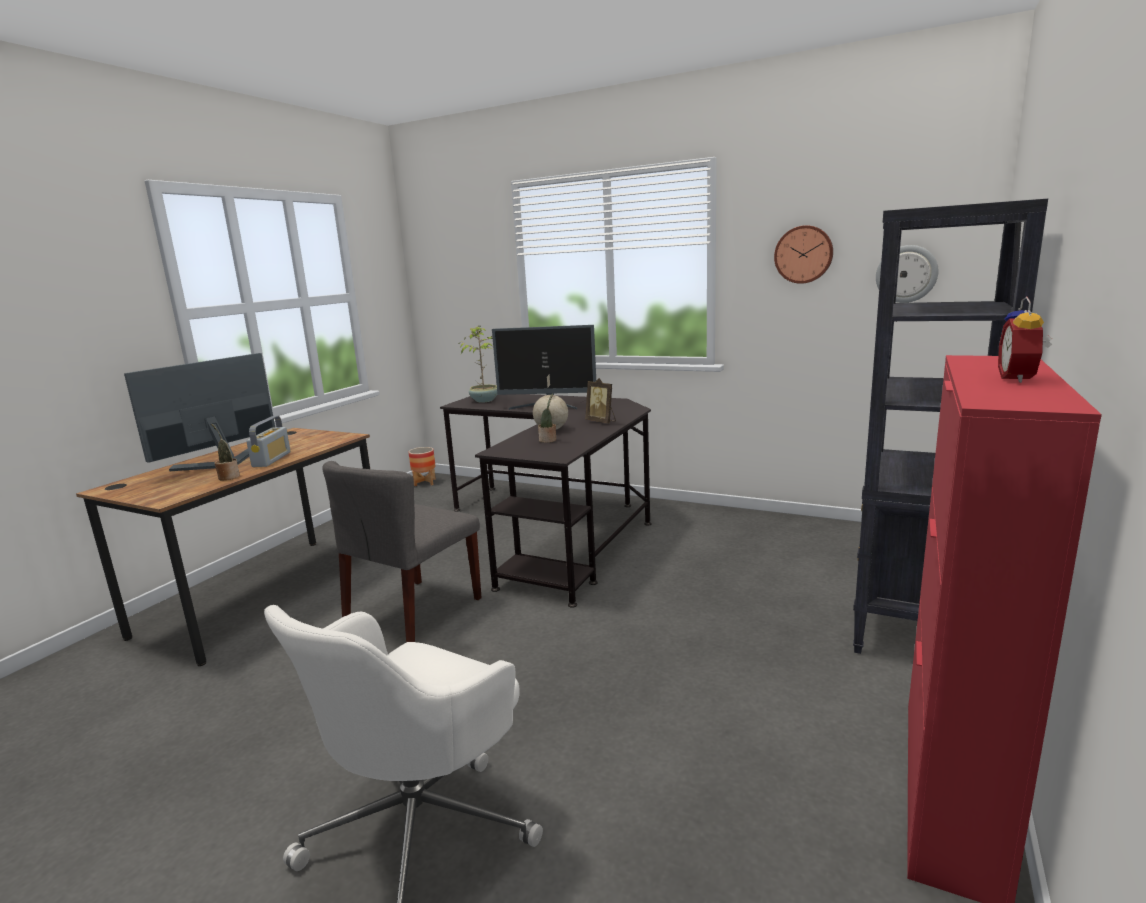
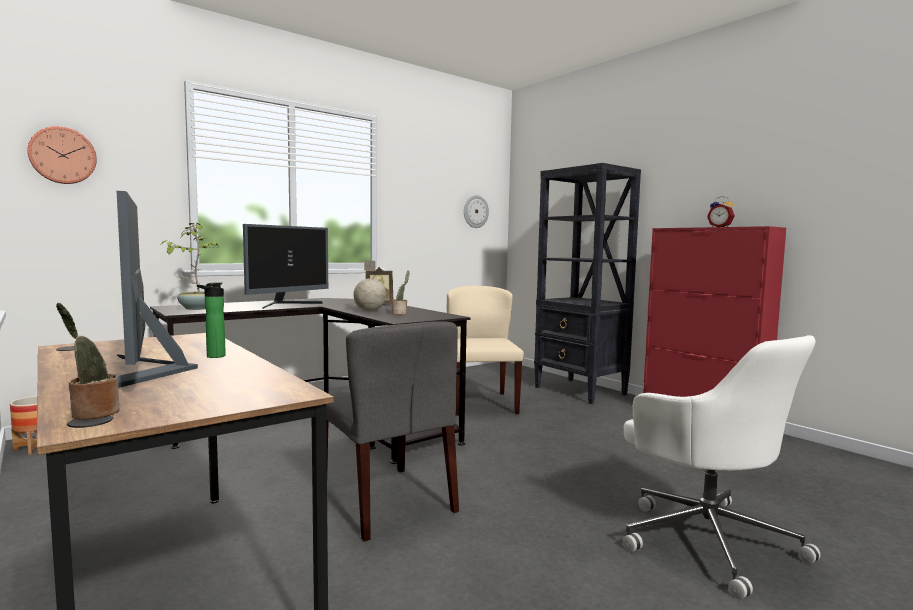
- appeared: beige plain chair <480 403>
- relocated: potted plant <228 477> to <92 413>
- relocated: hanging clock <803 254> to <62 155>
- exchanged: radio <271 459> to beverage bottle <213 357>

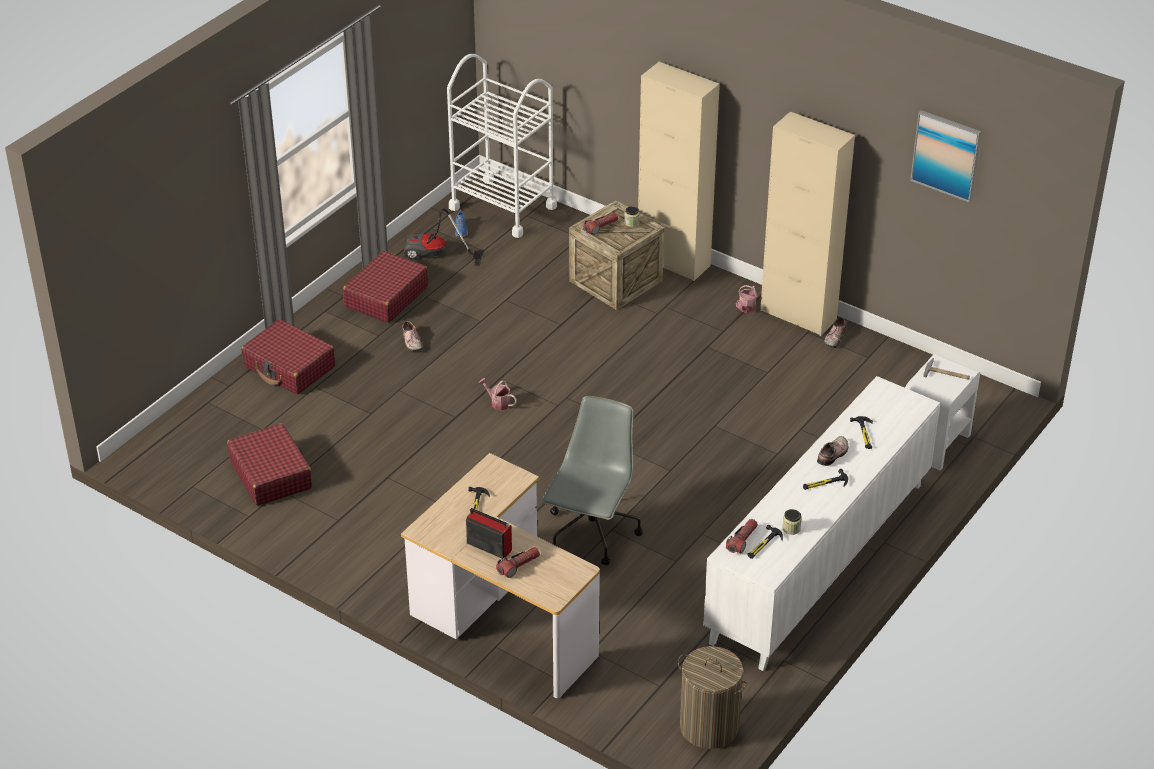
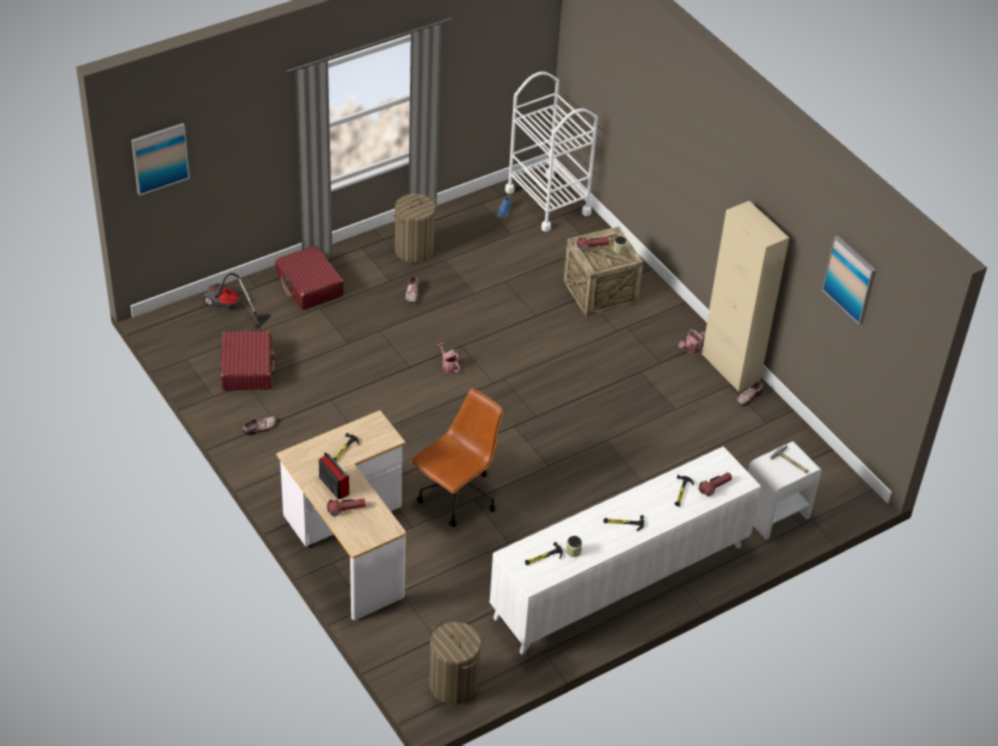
- missing: beige cabinet <673 261>
- appeared: picture <160 158>
- relocated: vacuum cleaner <436 256> to <229 308>
- relocated: flashlight <742 540> to <715 487>
- relocated: low shoe <833 454> to <260 428>
- exchanged: red suitcase <386 297> to laundry basket <414 250>
- colour: gray office chair <592 534> to brown office chair <457 497>

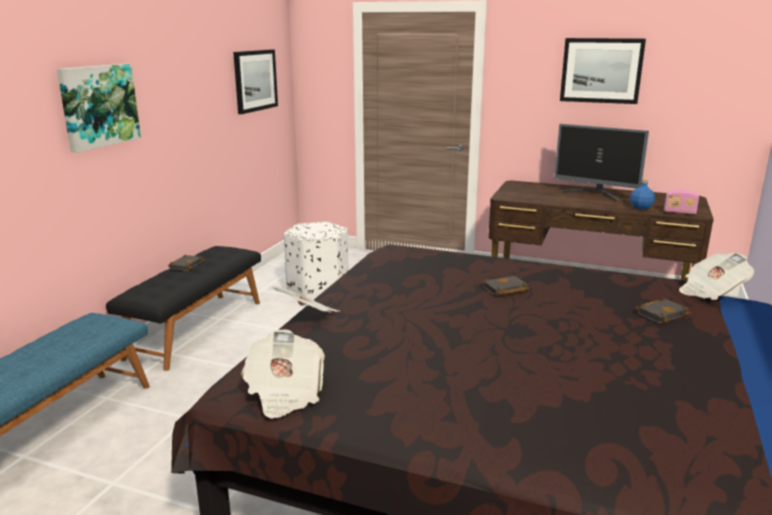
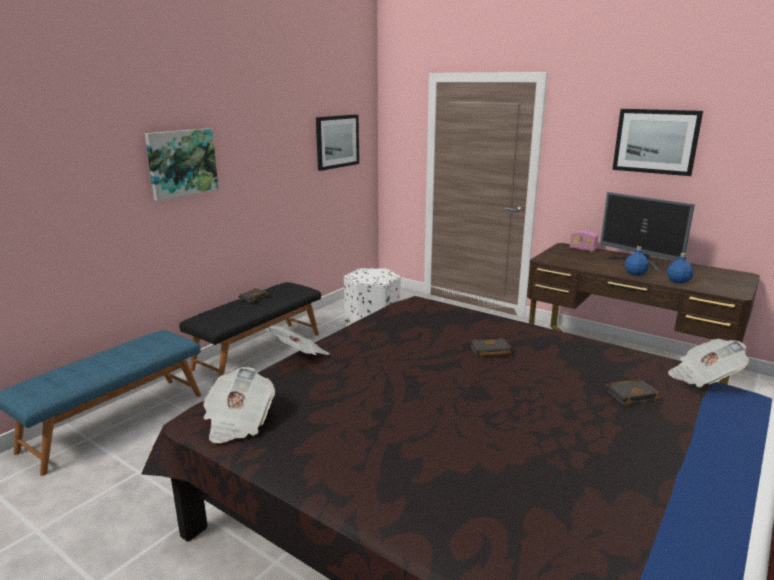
- appeared: bluish beverage bottle <635 273>
- relocated: radio <679 212> to <582 249>

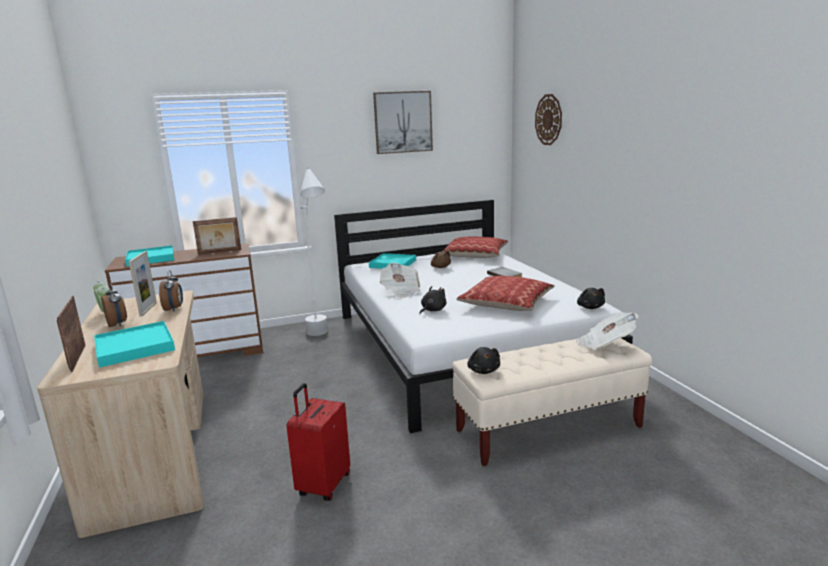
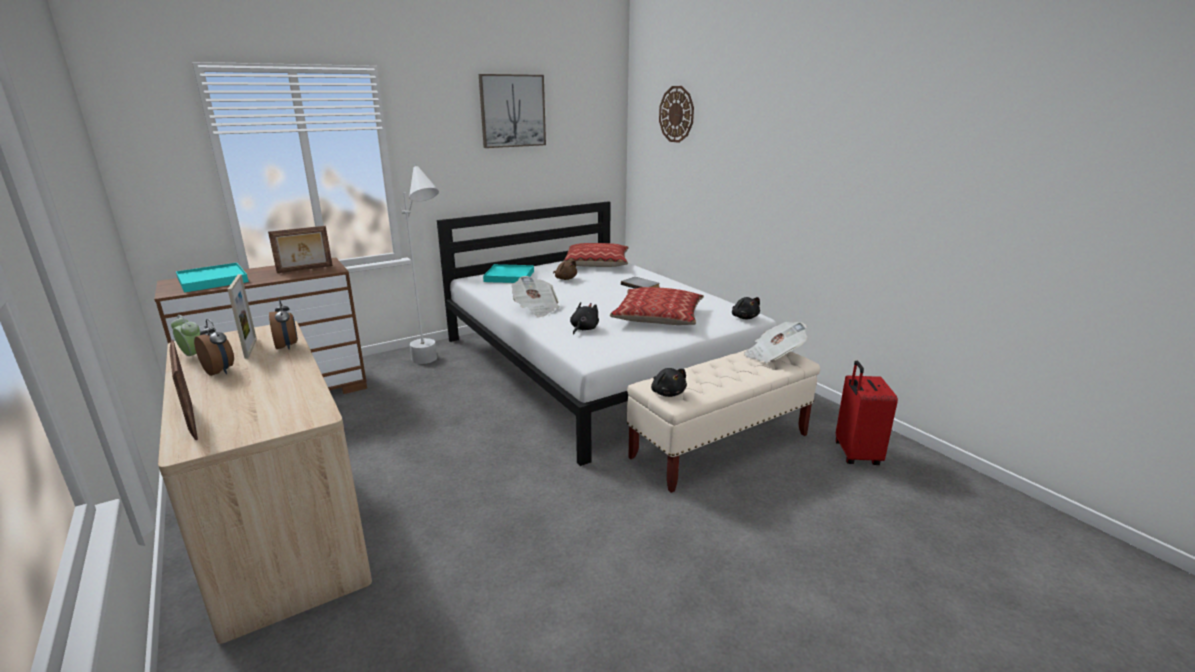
- missing: blue-green carrying tray <134 347>
- relocated: red suitcase <323 485> to <855 454>

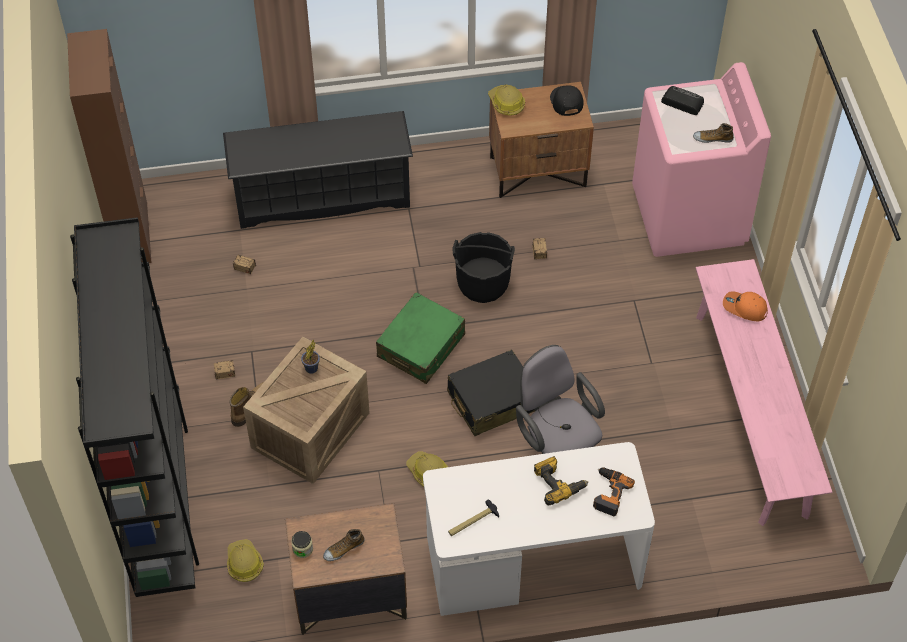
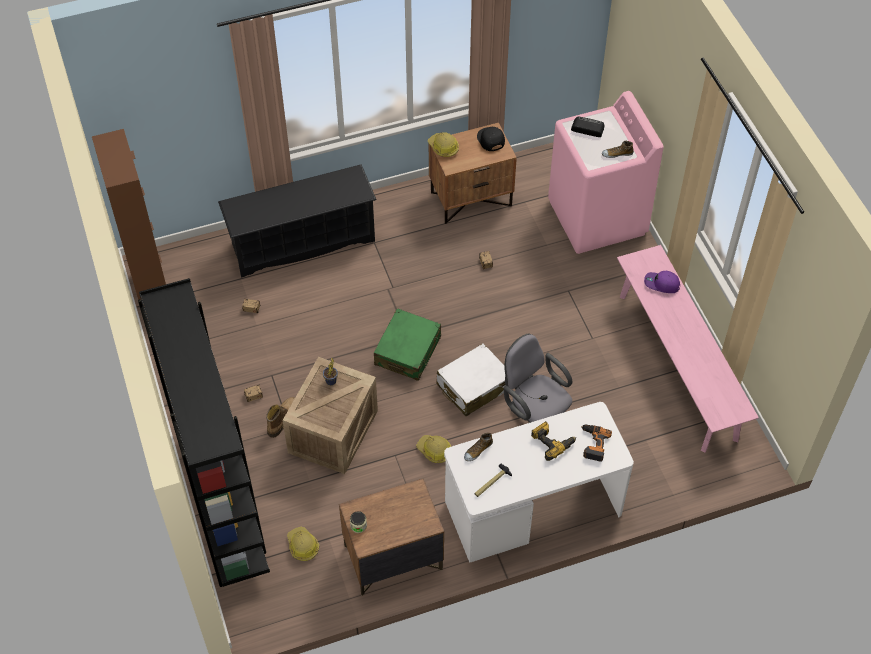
- missing: blackish water bucket <483 283>
- relocated: low shoe <343 548> to <478 450>
- colour: blackish suitcase <492 401> to white suitcase <473 386>
- colour: orangey cap <744 308> to purple-coloured cap <661 284>

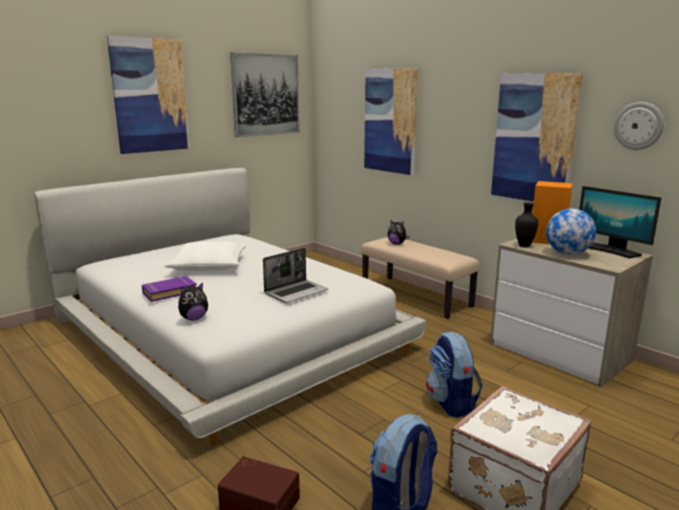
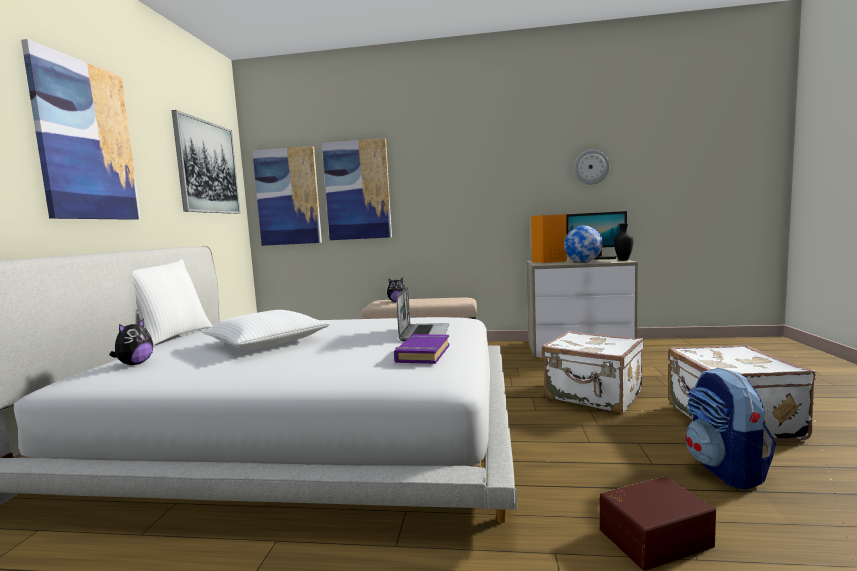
- appeared: white pillow <172 336>
- relocated: purple-coloured volume <169 292> to <423 354>
- relocated: plush toy <194 318> to <135 364>
- relocated: picture <534 138> to <288 197>
- relocated: blackish decorative vase <525 245> to <623 260>
- exchanged: knapsack <451 403> to white suitcase <593 396>

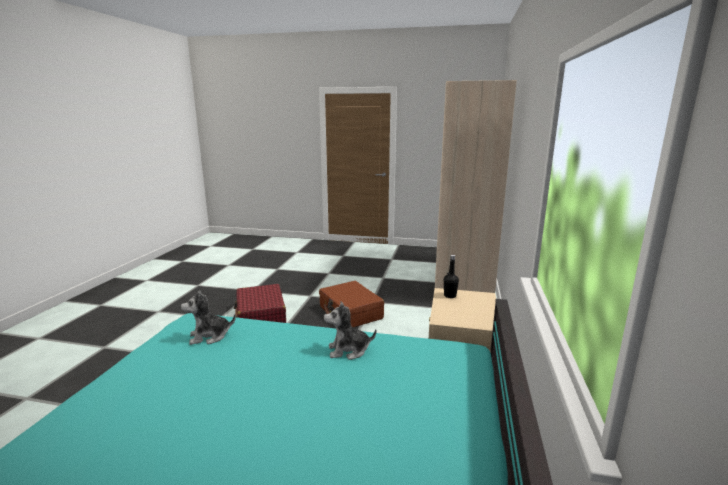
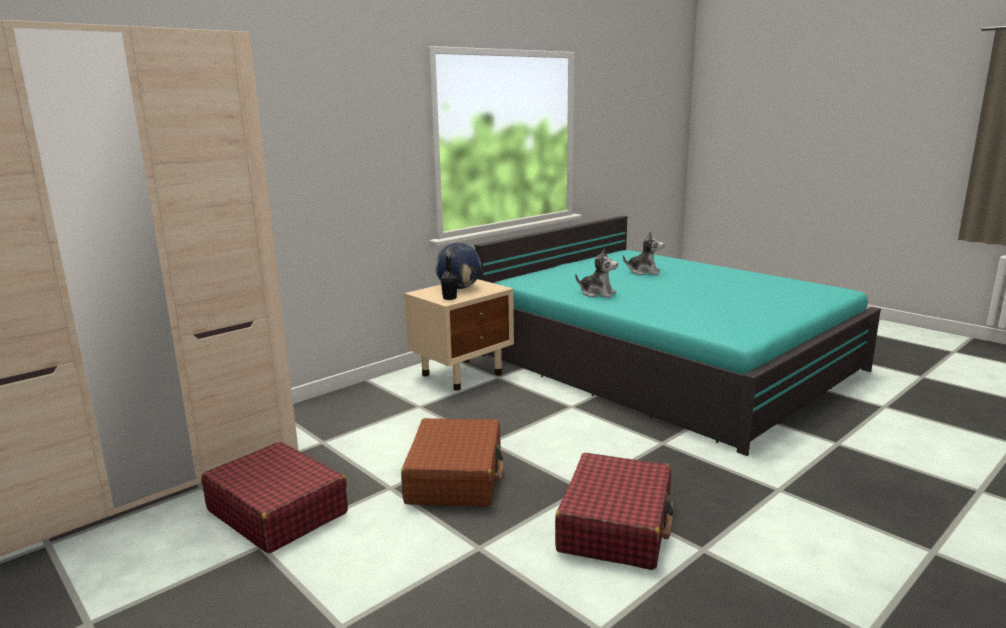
- appeared: red suitcase <277 511>
- appeared: globe <459 288>
- relocated: plush toy <209 336> to <644 272>

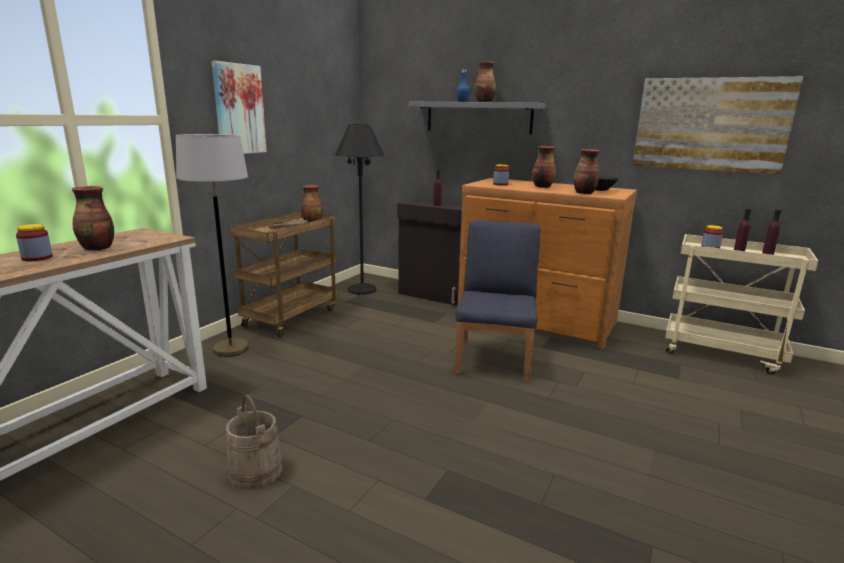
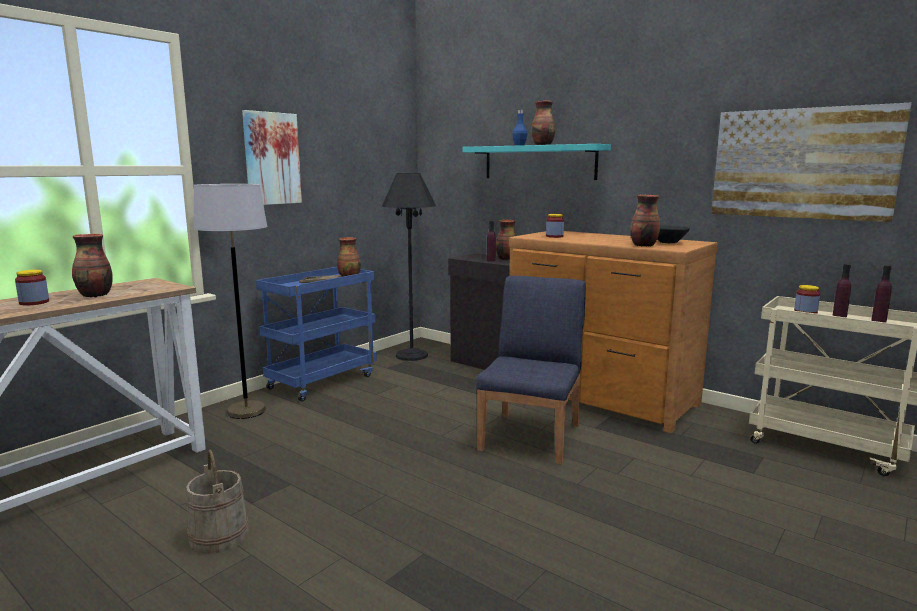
- relocated: decorative vase <542 187> to <505 259>
- colour: brown wheeled cart <291 317> to bluish wheeled cart <322 381>
- colour: gray bracket shelf <478 117> to blue-green bracket shelf <539 162>

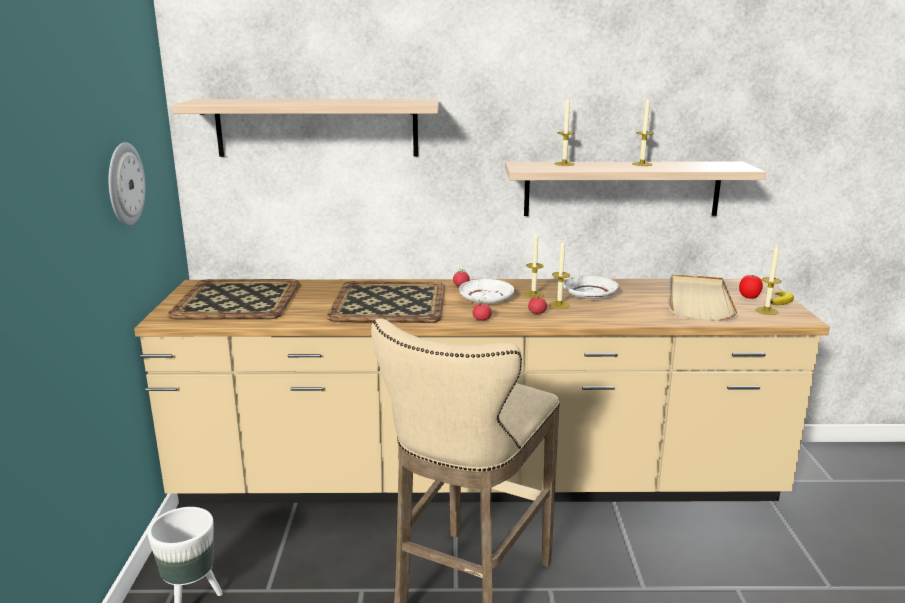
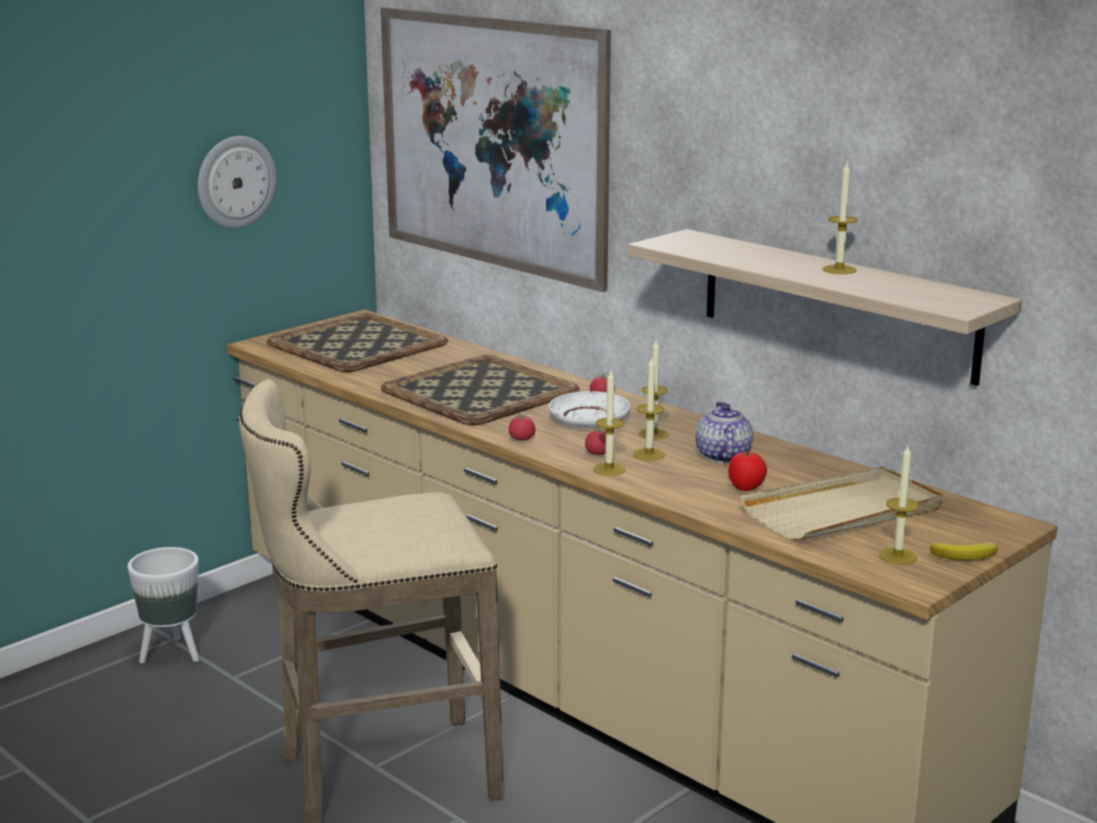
- relocated: candle <564 164> to <609 469>
- relocated: whole tomato <749 297> to <746 488>
- exchanged: bracket shelf <317 128> to picture <491 143>
- exchanged: white dinner plate <590 294> to pot for tea <722 456>

